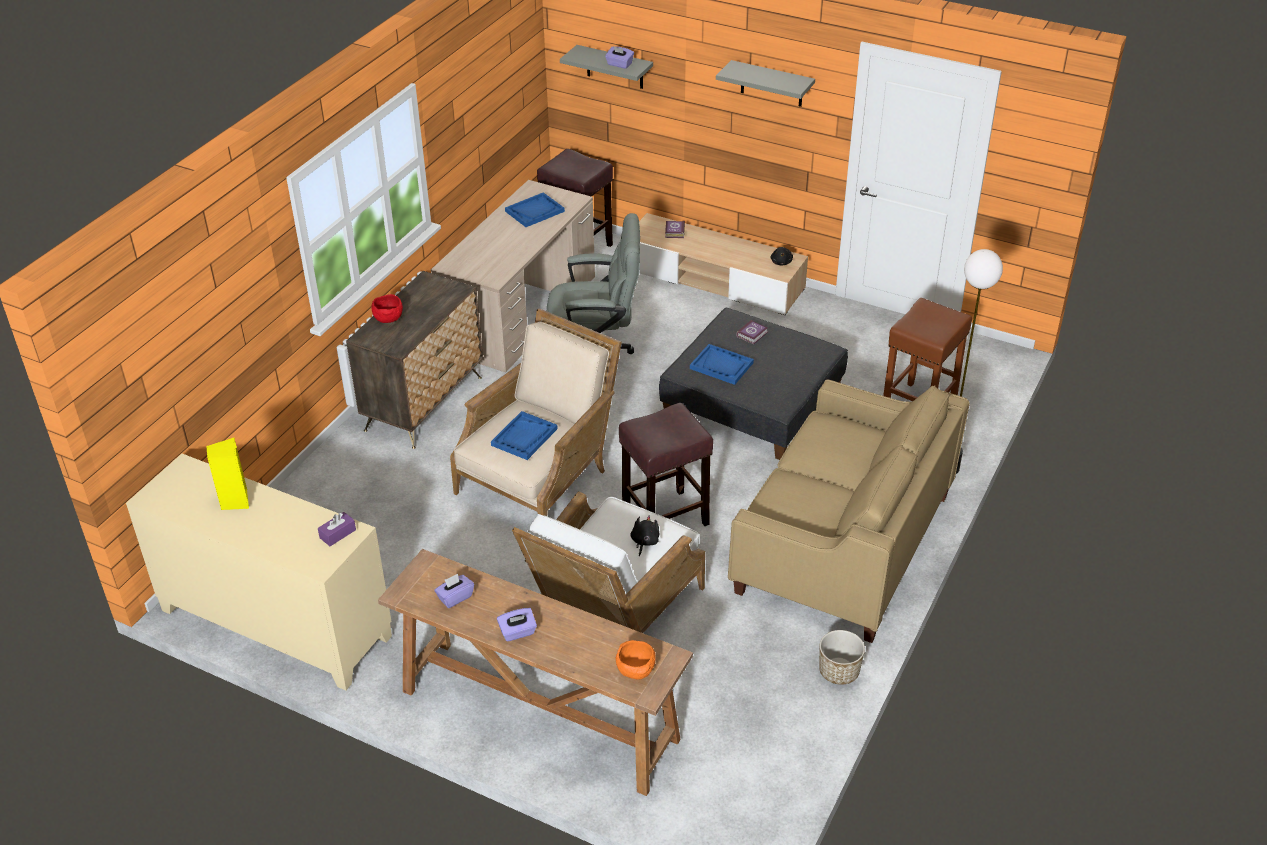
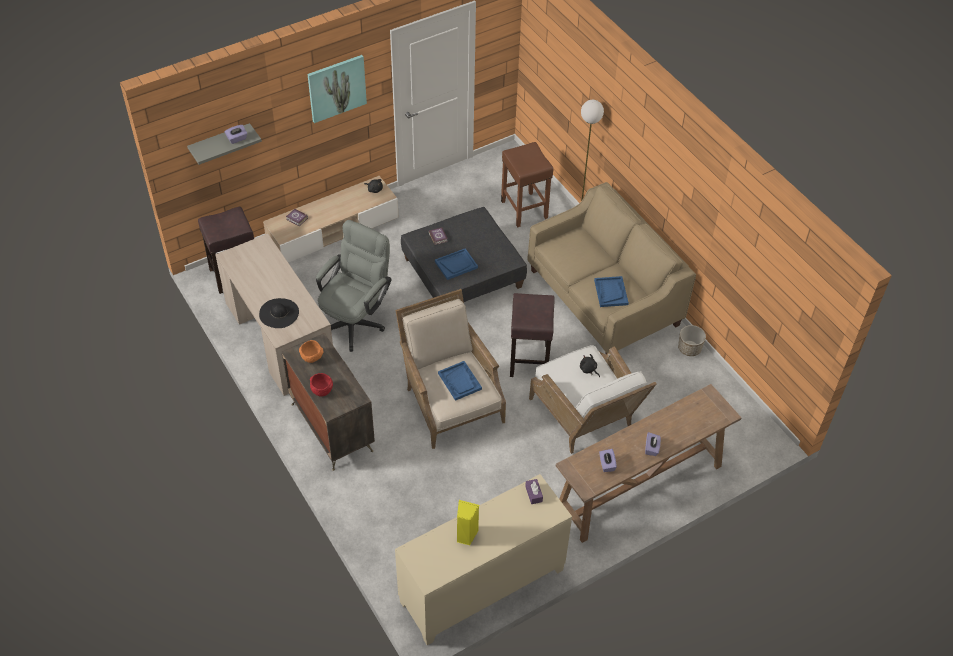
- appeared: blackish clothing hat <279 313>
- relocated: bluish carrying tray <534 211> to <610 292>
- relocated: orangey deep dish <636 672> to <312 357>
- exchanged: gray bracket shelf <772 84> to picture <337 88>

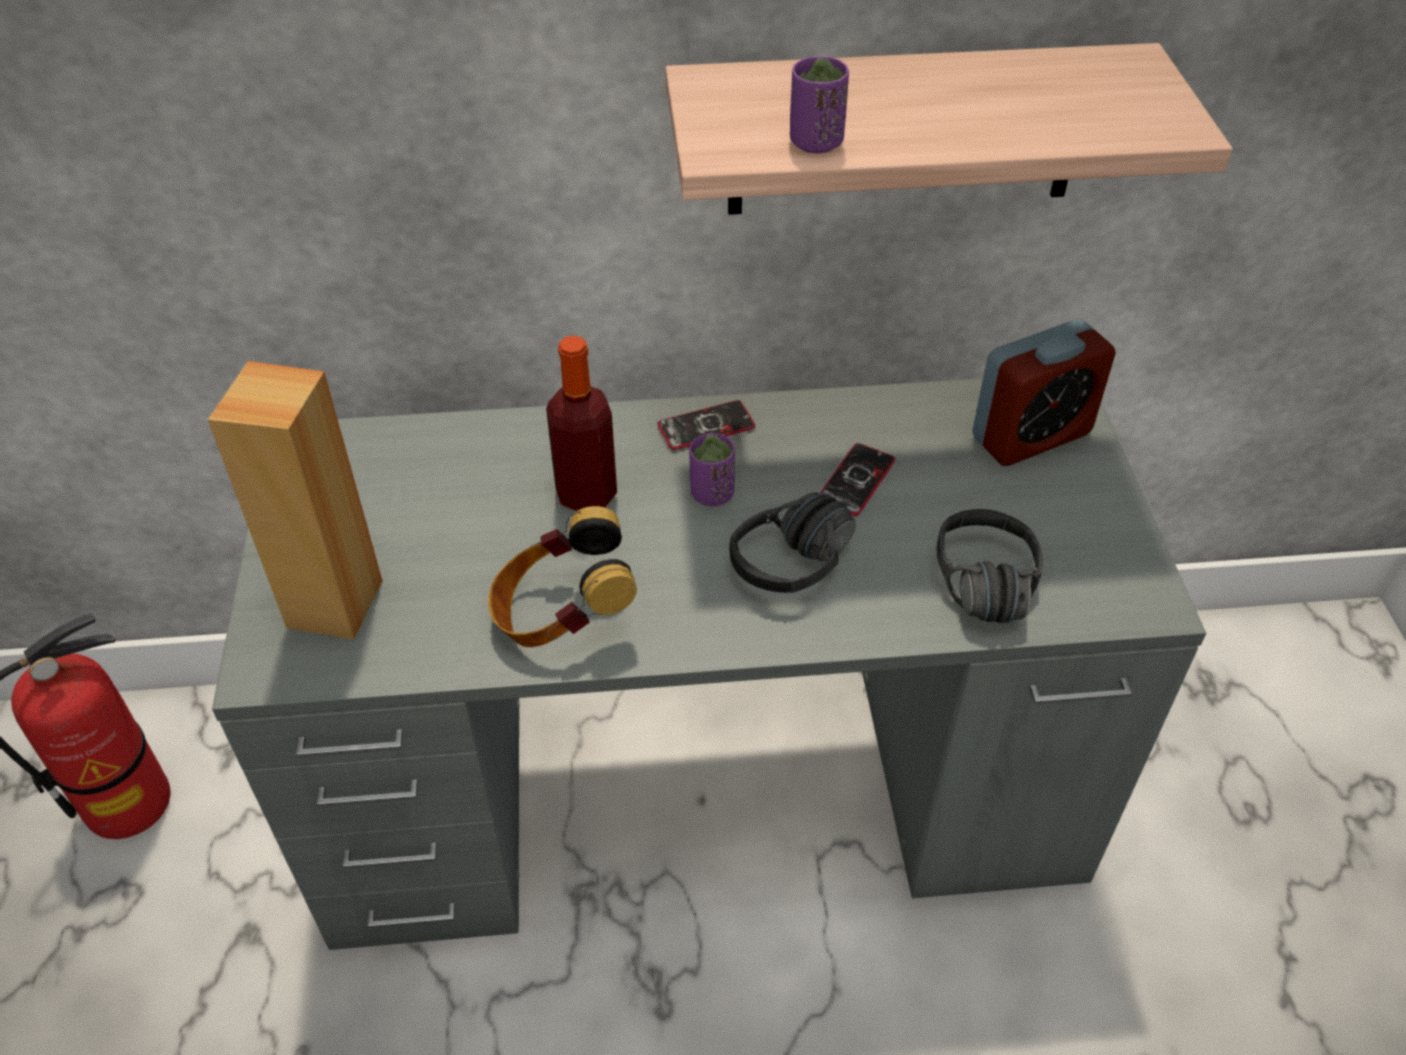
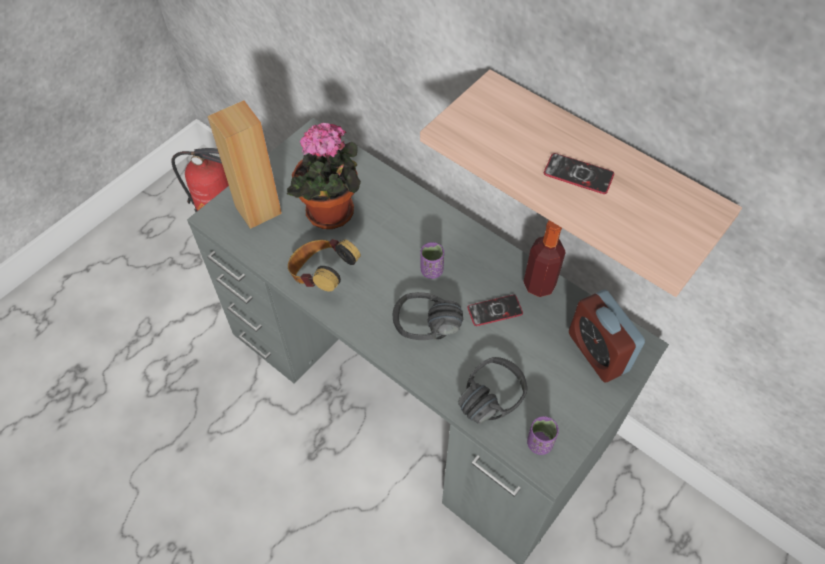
- appeared: potted plant <331 215>
- relocated: beverage bottle <586 494> to <539 284>
- relocated: handset <706 426> to <578 174>
- relocated: purple-coloured cup <815 142> to <539 443>
- spun: alarm clock <1031 436> = <598 352> 45 degrees clockwise

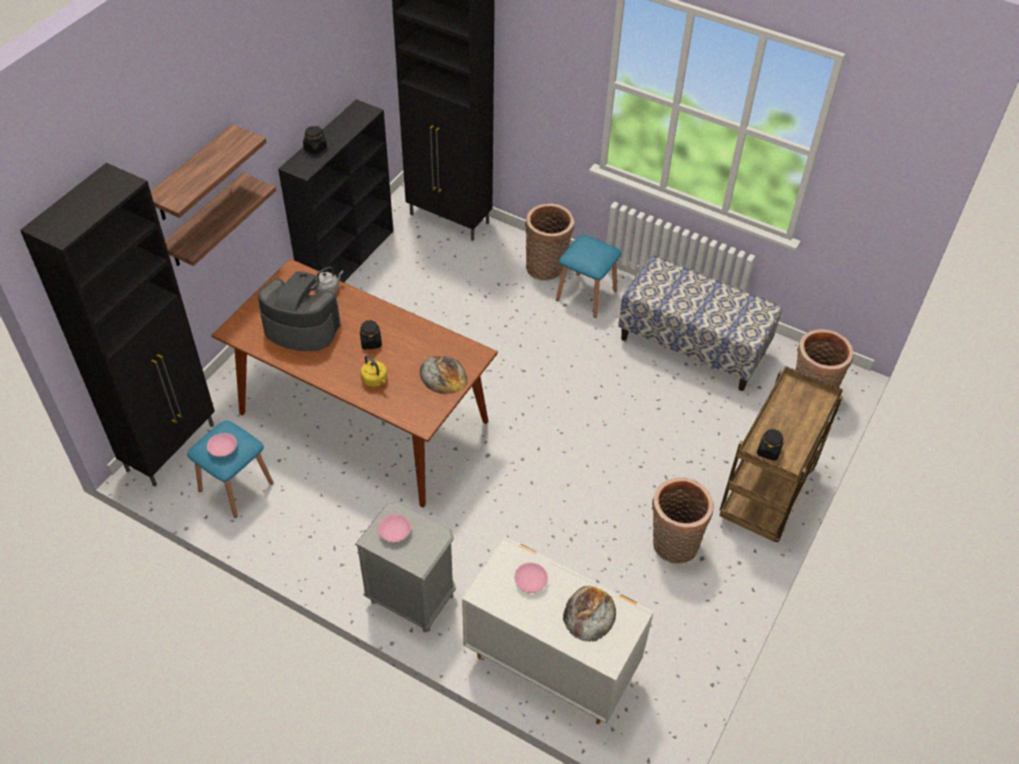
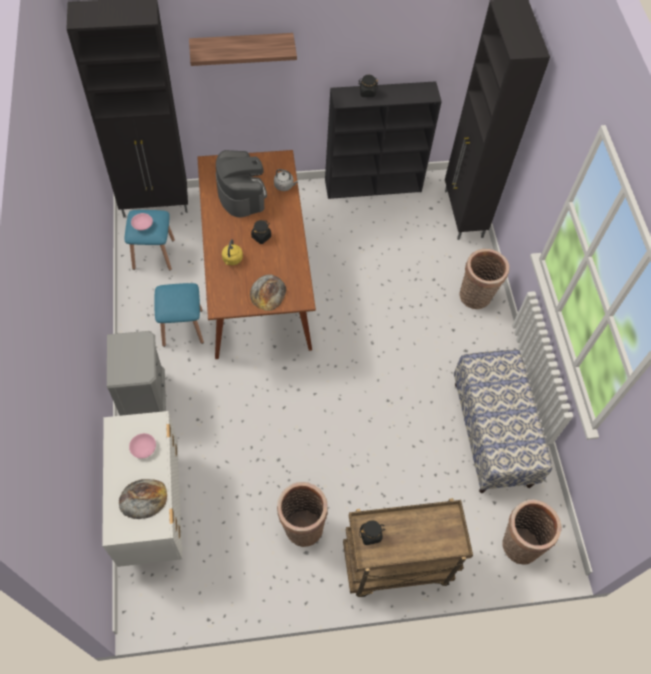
- missing: bracket shelf <205 222>
- missing: pink-coloured deep dish <394 532>
- relocated: bluish sitting stool <586 295> to <182 327>

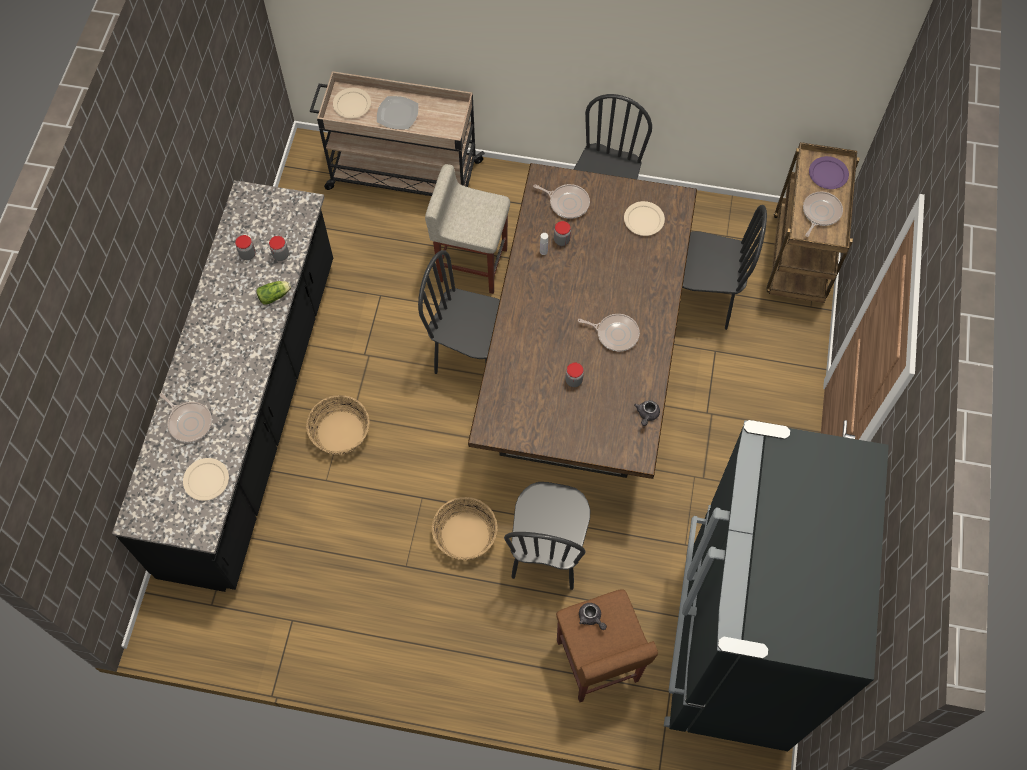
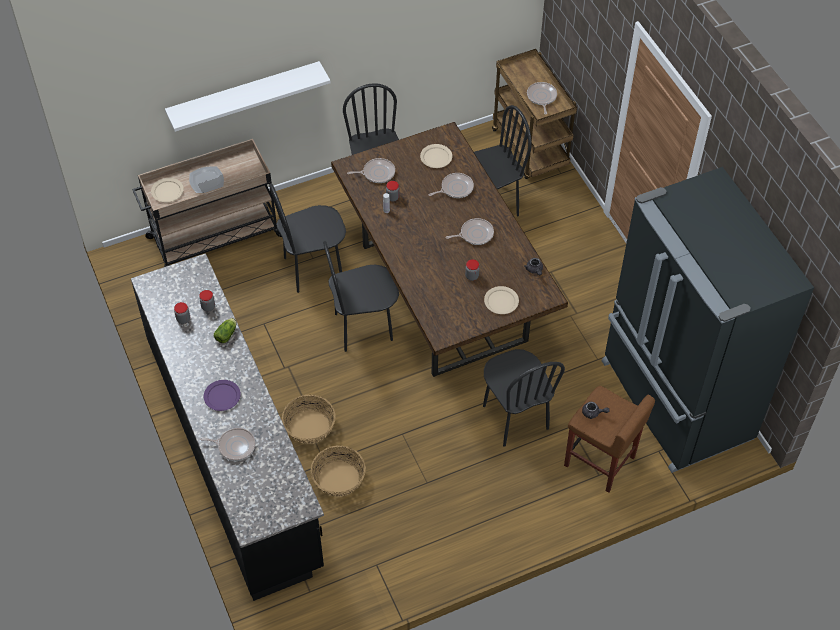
- appeared: white bracket shelf <244 95>
- appeared: pan <455 188>
- relocated: beige dinner plate <206 480> to <501 301>
- relocated: basket <464 535> to <338 479>
- relocated: purple-coloured dinner plate <828 174> to <222 396>
- exchanged: beige sitting stool <471 264> to blackish plain chair <313 268>

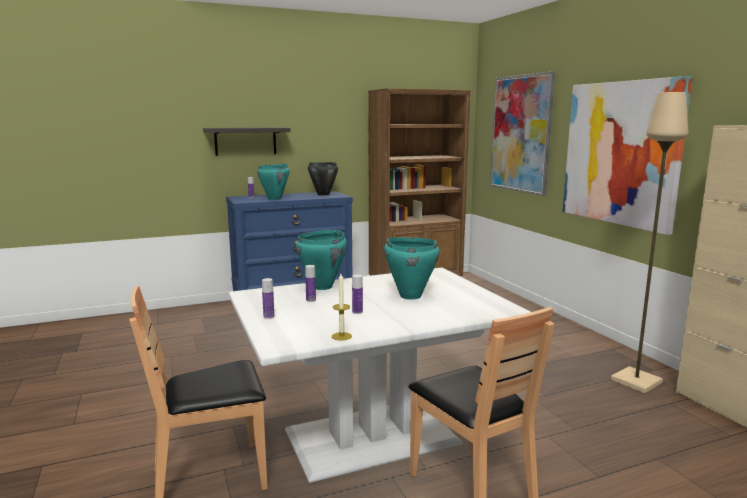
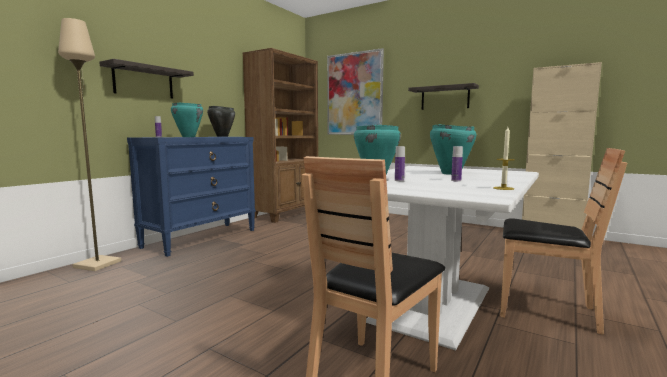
- missing: beverage bottle <269 316>
- relocated: beige floor lamp <635 381> to <97 264>
- exchanged: picture <620 153> to bracket shelf <445 98>

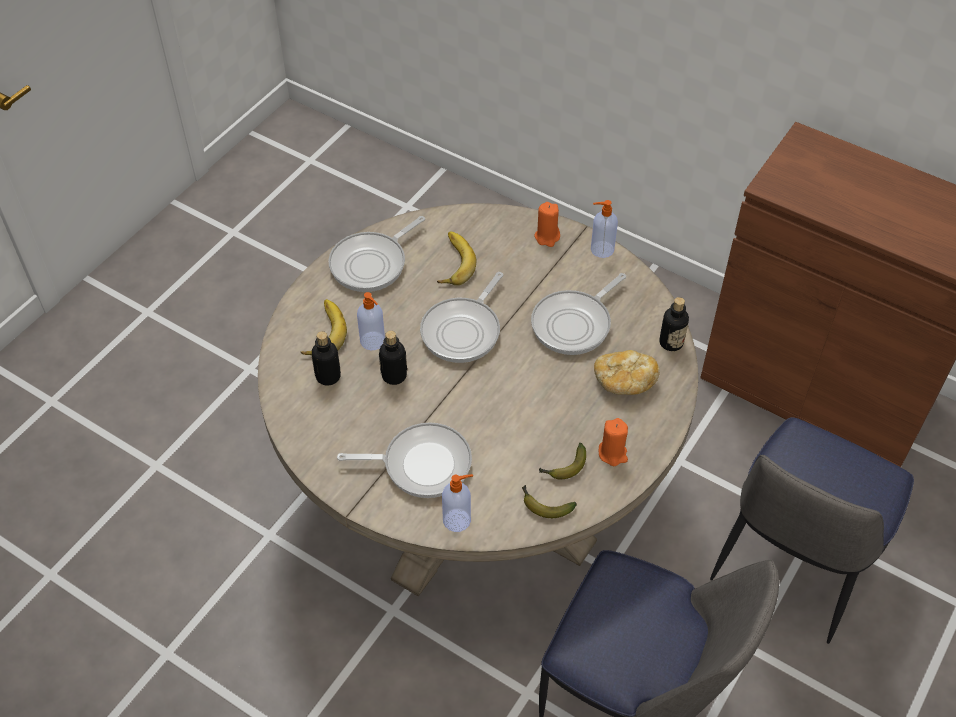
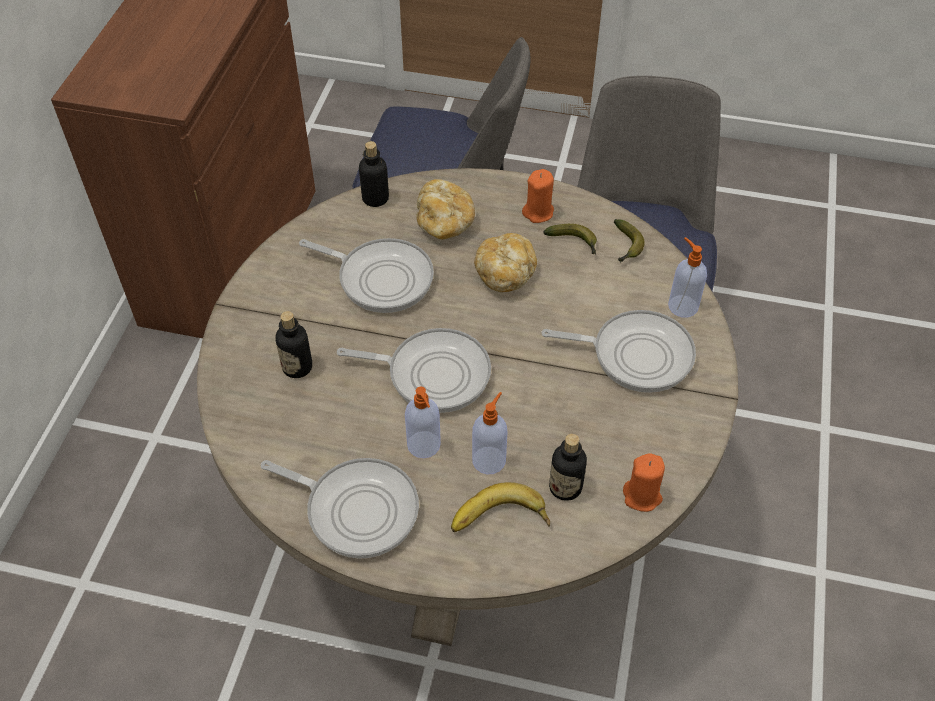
- missing: banana fruit <451 262>
- appeared: bread <505 273>
- relocated: beverage bottle <394 375> to <297 367>
- relocated: orangey candle <547 237> to <642 496>
- relocated: soap dispenser <601 249> to <424 446>
- spun: pan <421 464> = <635 355> 120 degrees clockwise

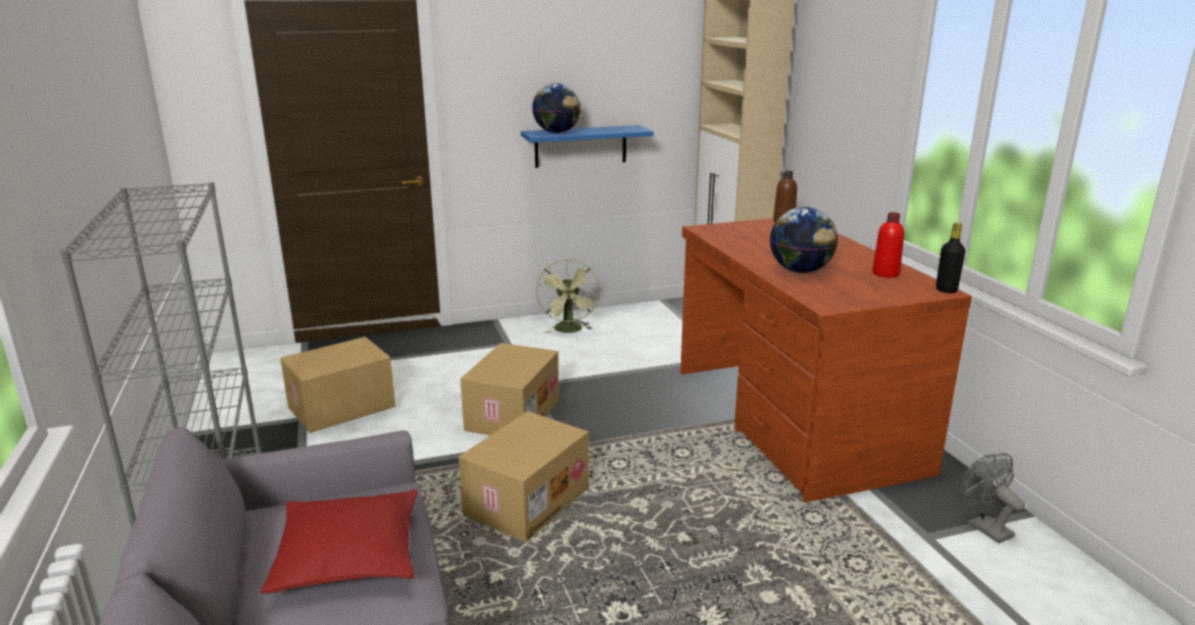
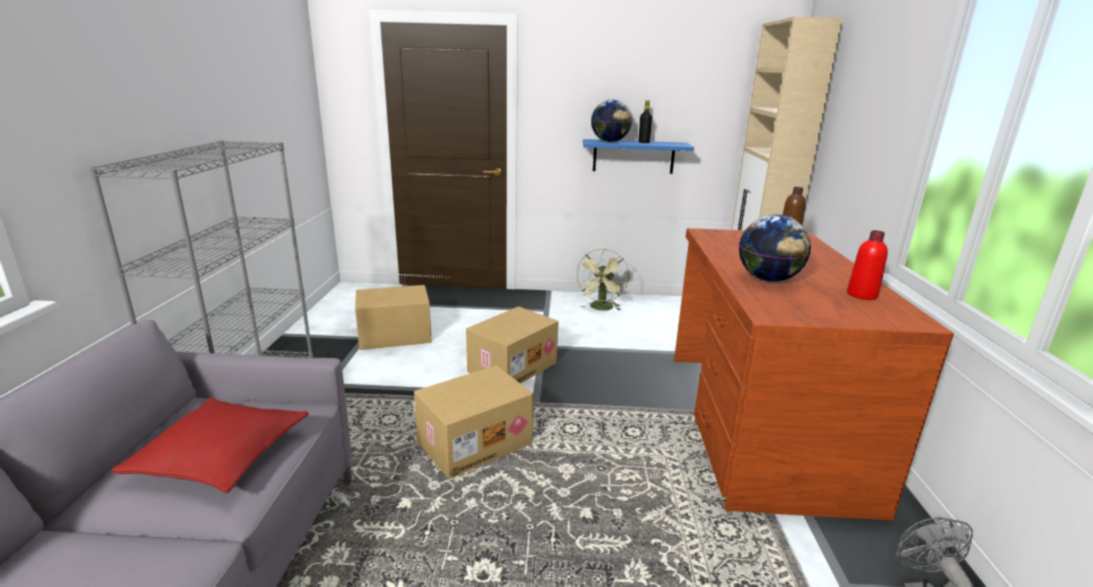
- relocated: blackish beverage bottle <946 290> to <643 142>

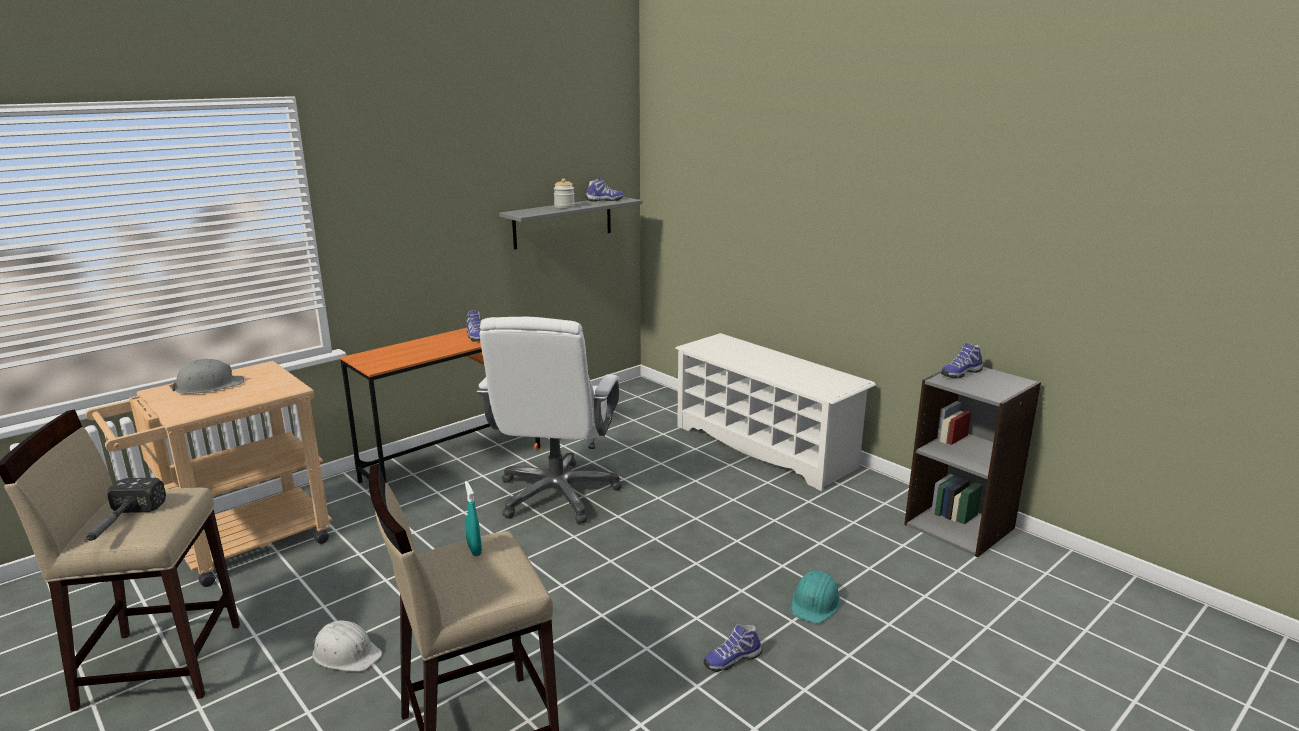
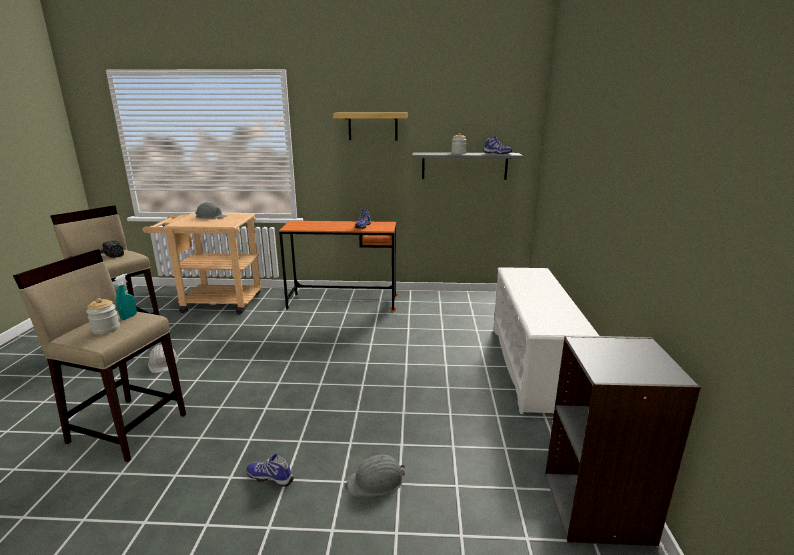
- missing: white office chair <557 494>
- missing: low shoe <960 373>
- appeared: storage jar <106 329>
- appeared: bracket shelf <373 126>
- colour: blue-green safety helmet <815 603> to gray safety helmet <376 481>

